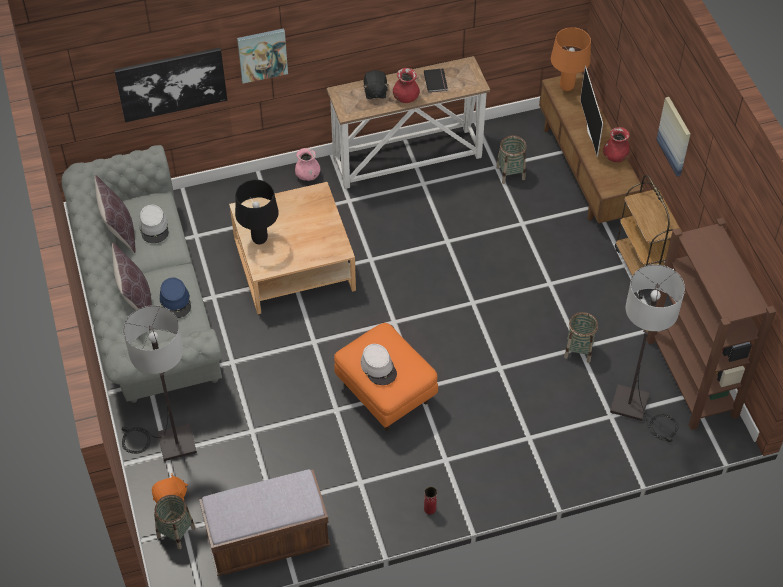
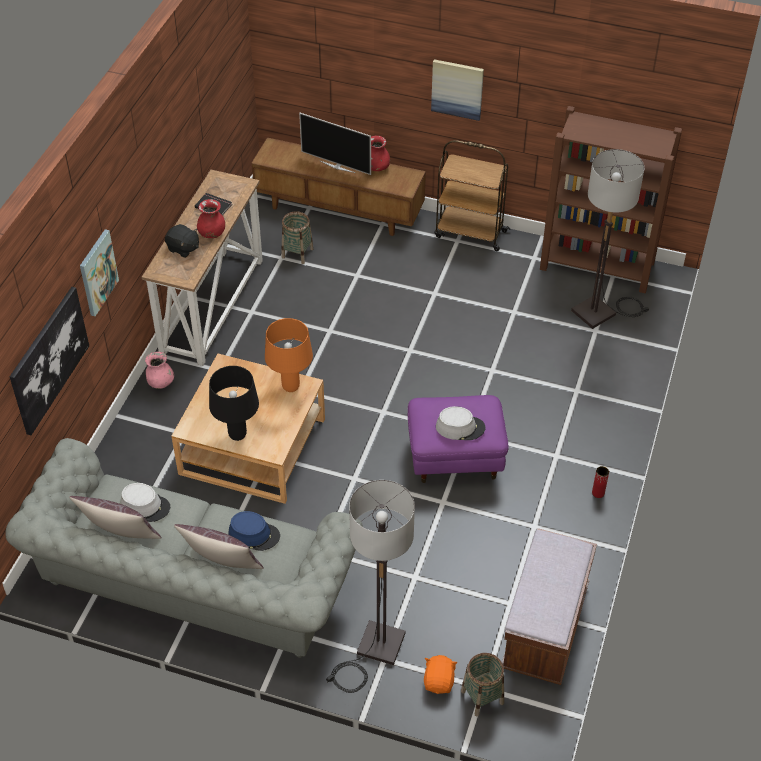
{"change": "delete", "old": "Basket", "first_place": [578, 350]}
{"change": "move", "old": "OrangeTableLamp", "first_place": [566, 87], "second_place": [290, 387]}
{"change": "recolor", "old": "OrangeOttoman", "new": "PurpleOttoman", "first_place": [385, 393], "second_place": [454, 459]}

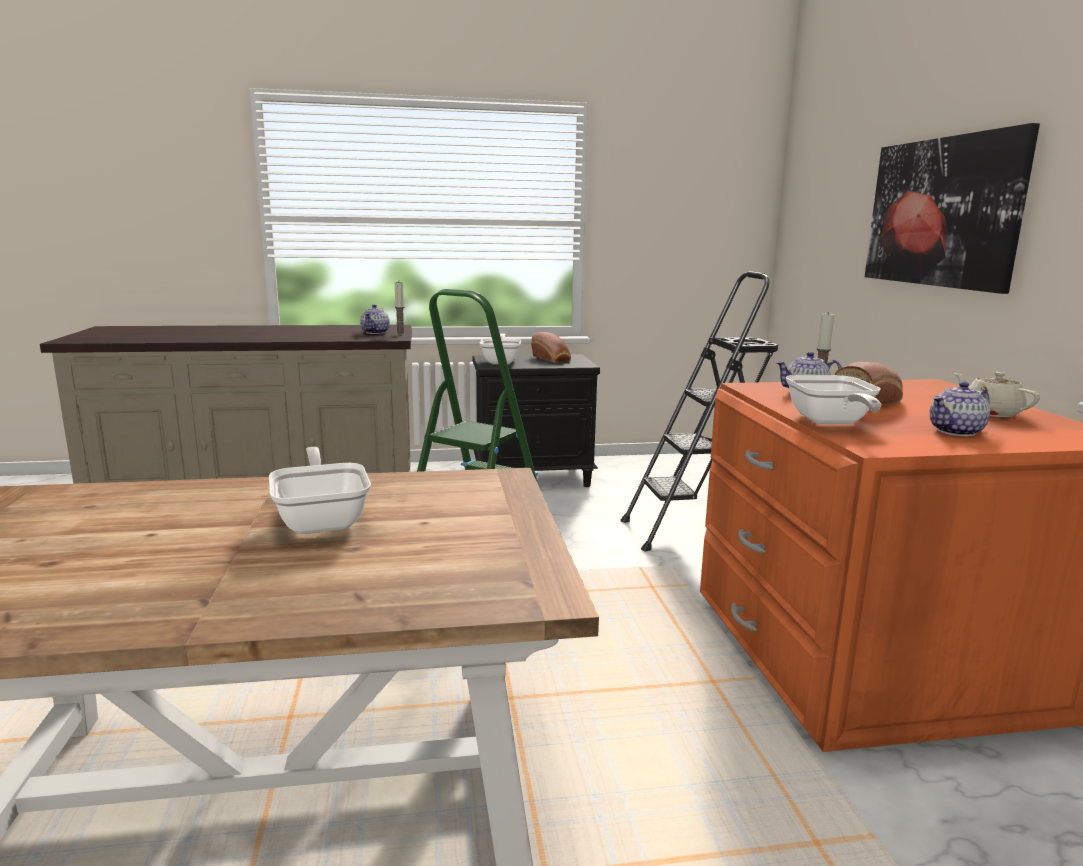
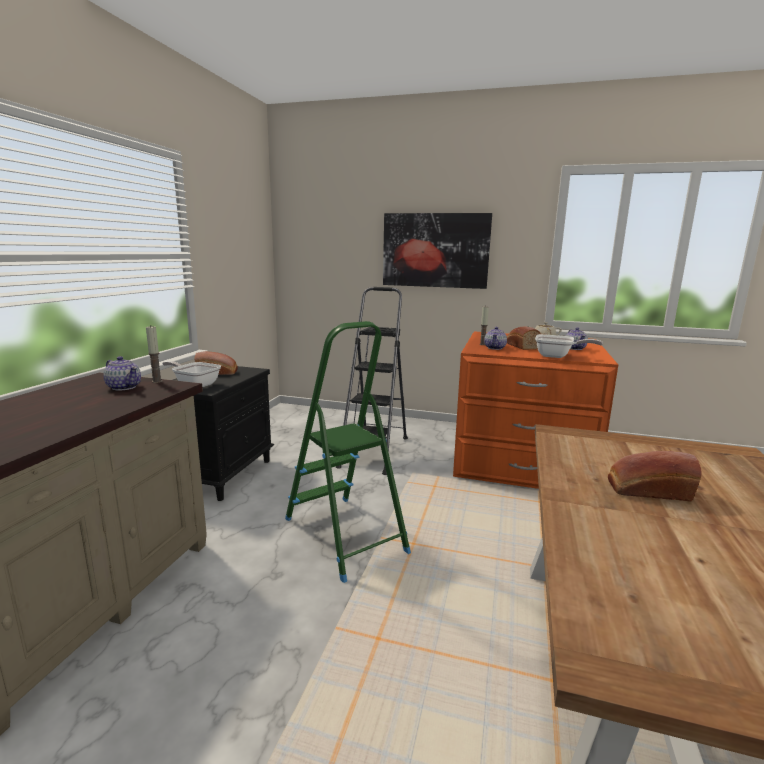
{"change": "replace", "old": "FryingPan", "new": "Bread", "first_place": [322, 519], "second_place": [647, 490]}

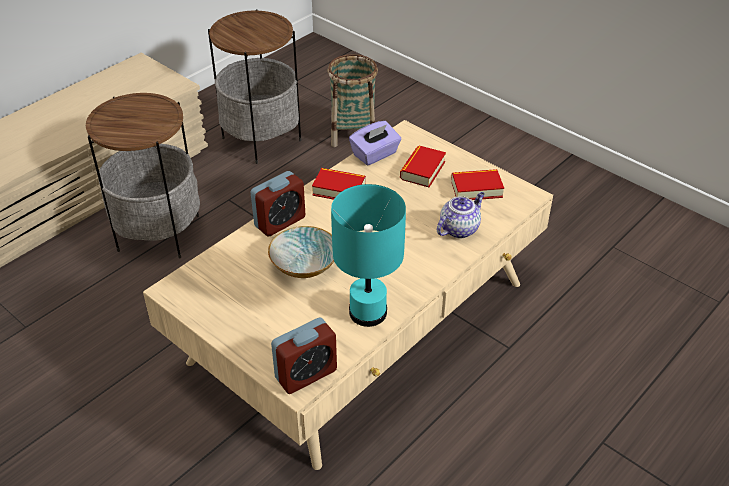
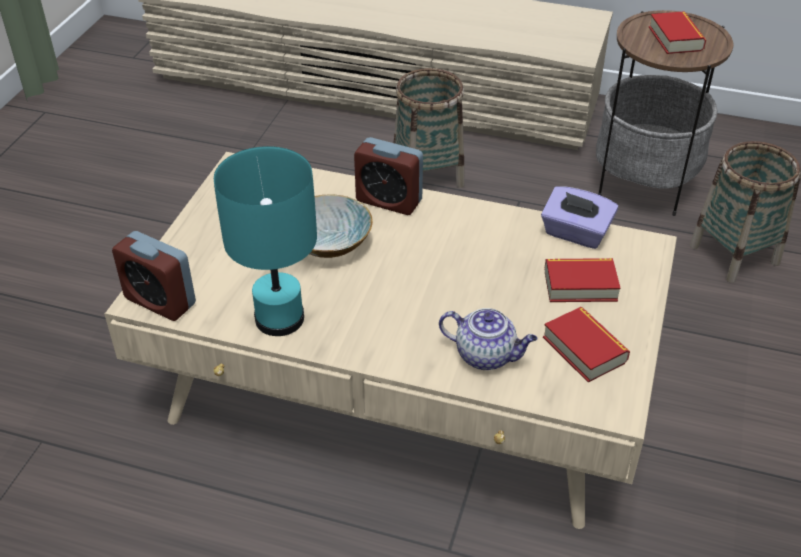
{"change": "move", "old": "Book", "first_place": [339, 189], "second_place": [675, 38]}
{"change": "replace", "old": "SideTable", "new": "Basket", "first_place": [159, 233], "second_place": [428, 175]}

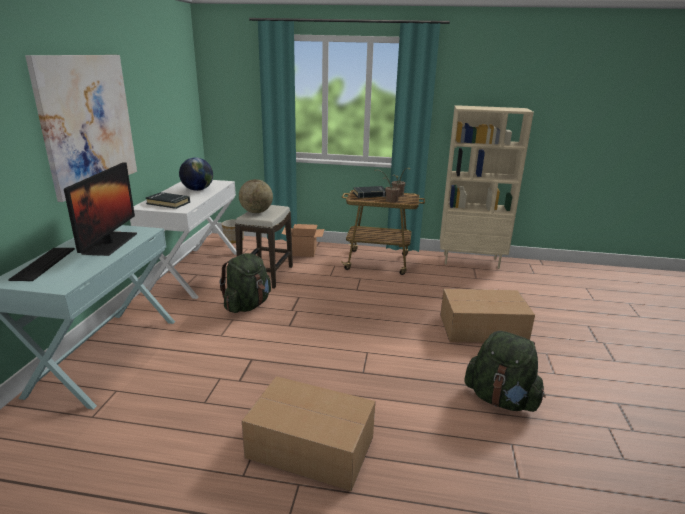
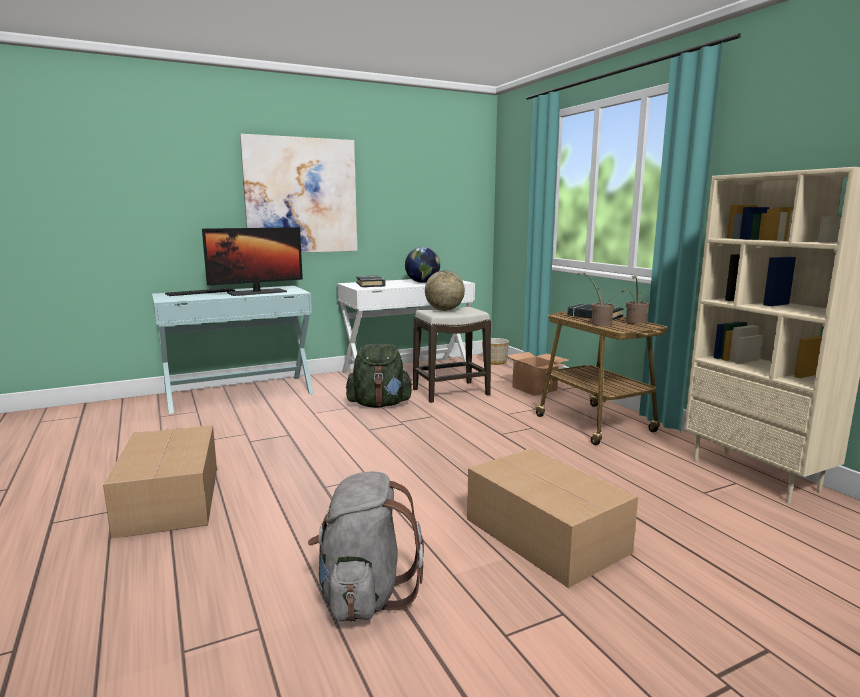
{"change": "recolor", "old": "GreenBackpack", "new": "GreyBackpack", "first_place": [501, 399], "second_place": [364, 594]}

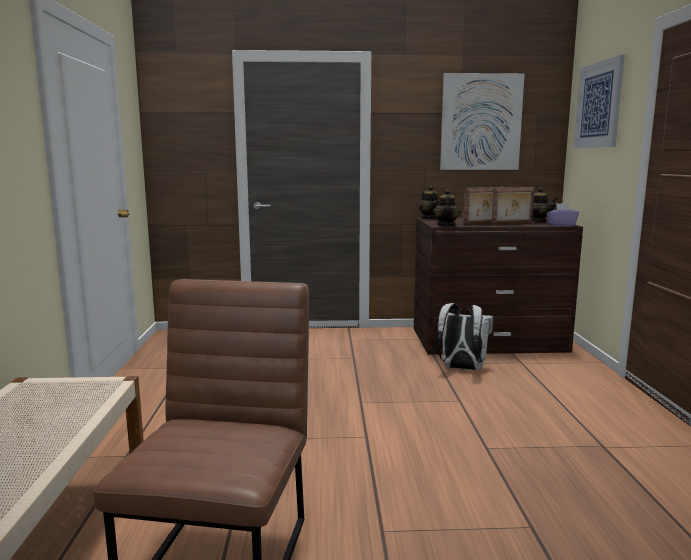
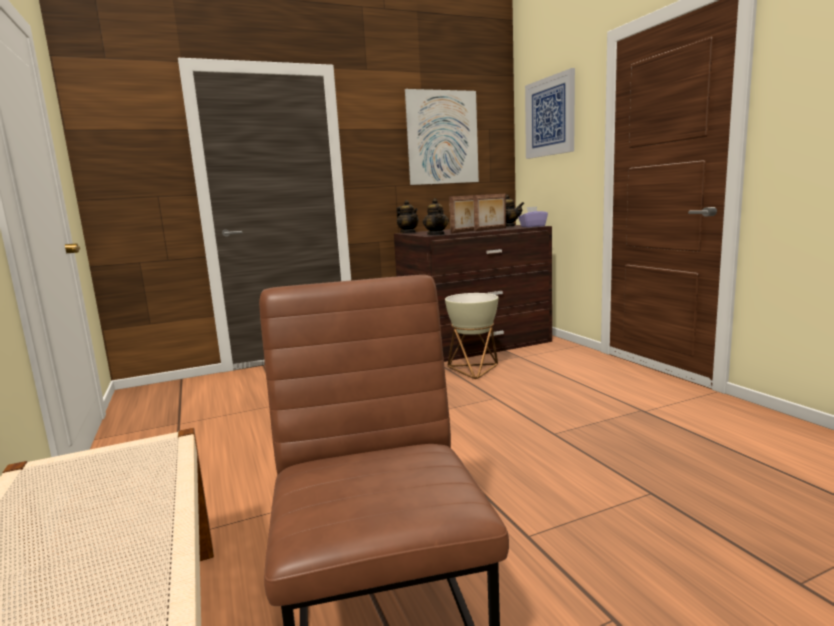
{"change": "replace", "old": "WhiteBackpack", "new": "Planter", "first_place": [461, 368], "second_place": [473, 370]}

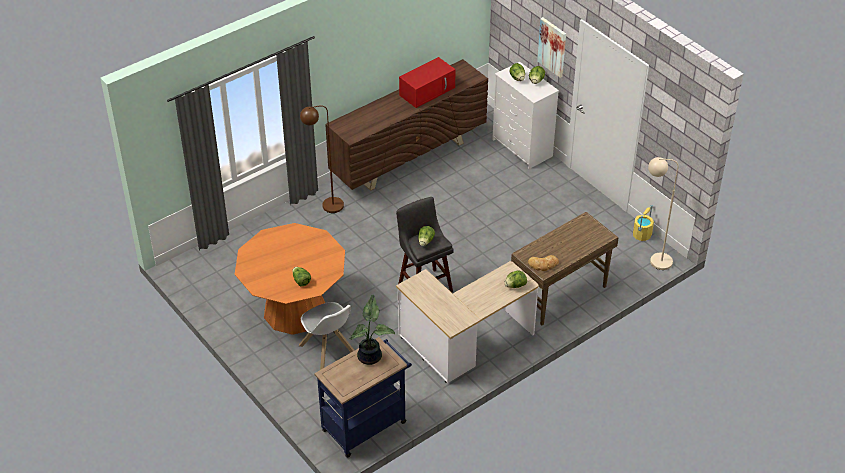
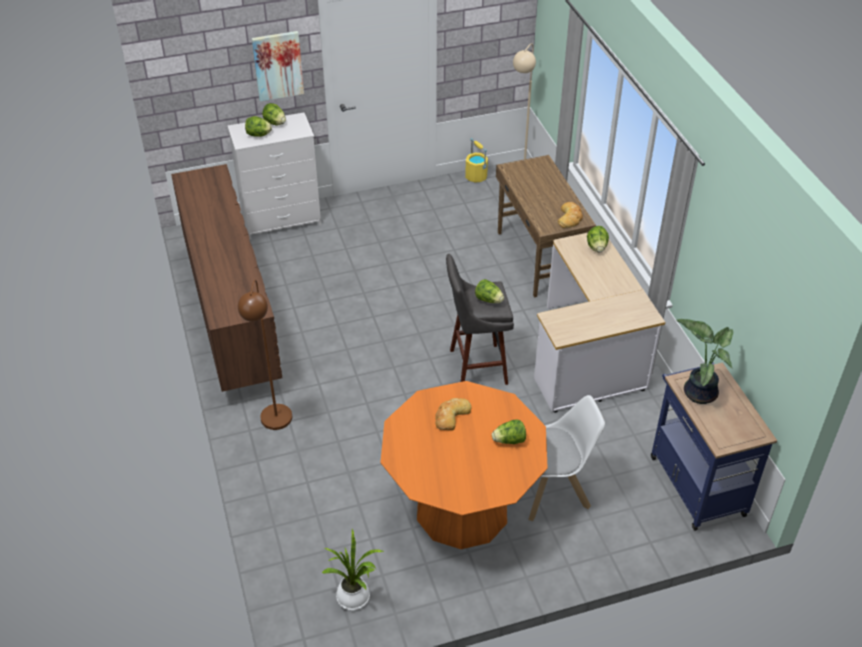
{"change": "delete", "old": "RedMicrowave", "first_place": [427, 91]}
{"change": "insert", "new": "PottedPlant", "second_place": [355, 598]}
{"change": "insert", "new": "Bread", "second_place": [451, 416]}

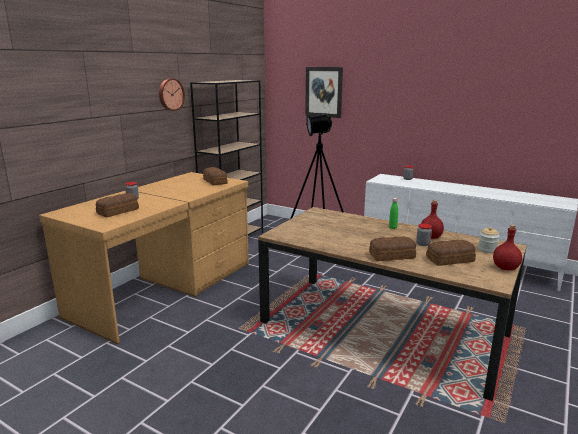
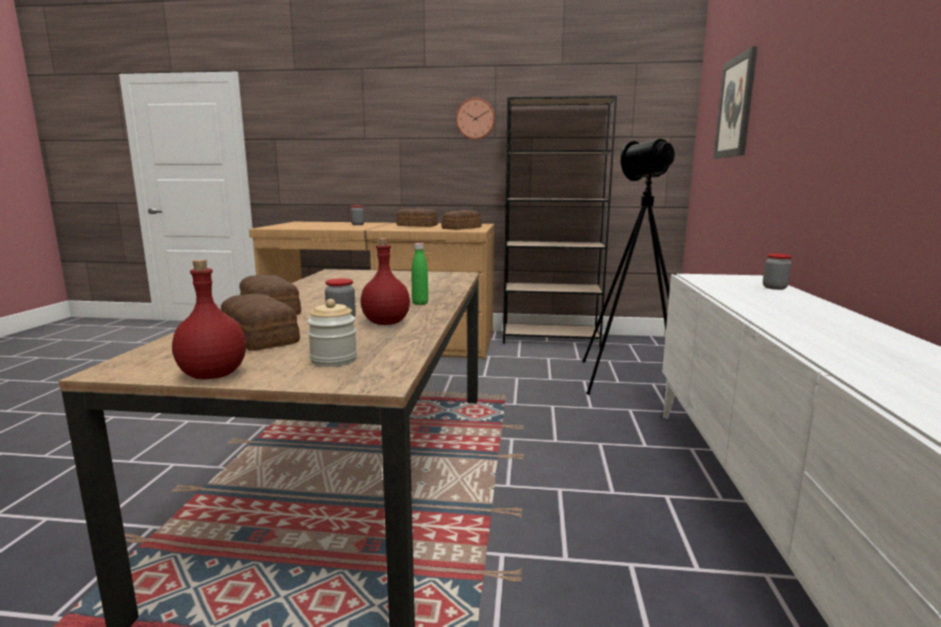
{"change": "move", "old": "Bread", "first_place": [119, 211], "second_place": [417, 225]}

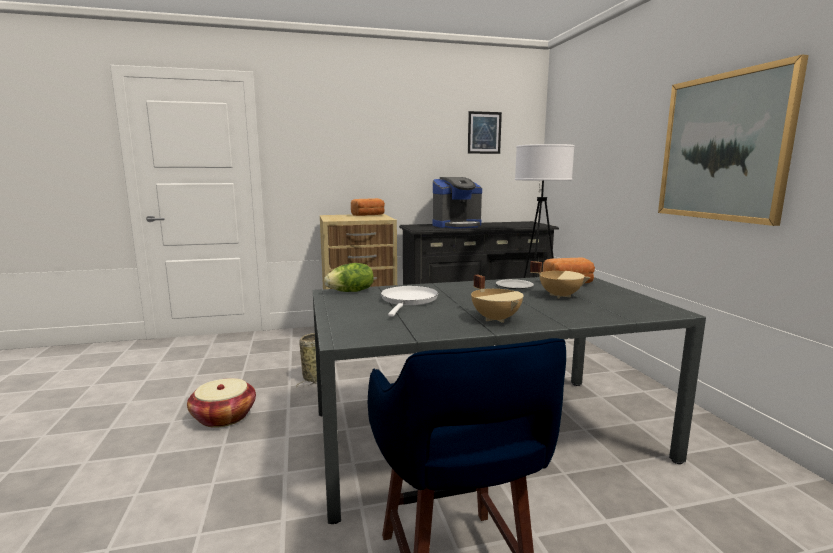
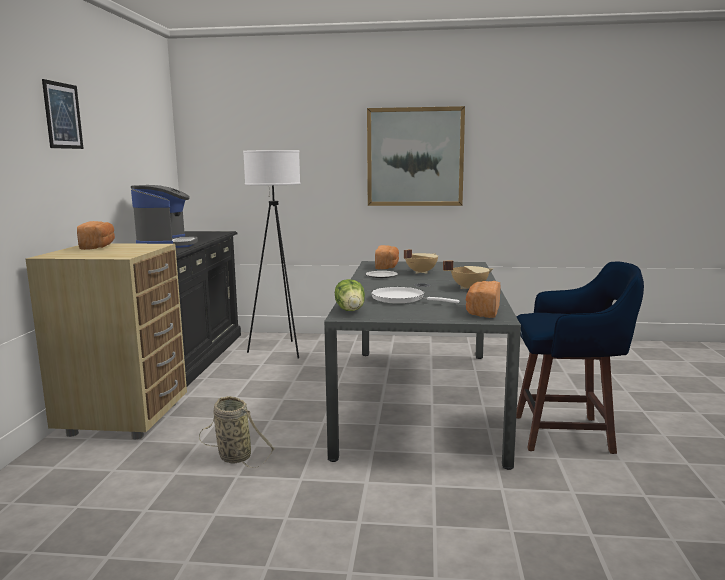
{"change": "delete", "old": "Basket", "first_place": [224, 417]}
{"change": "insert", "new": "Bread", "second_place": [482, 312]}
{"change": "move", "old": "Picture", "first_place": [484, 132], "second_place": [63, 115]}

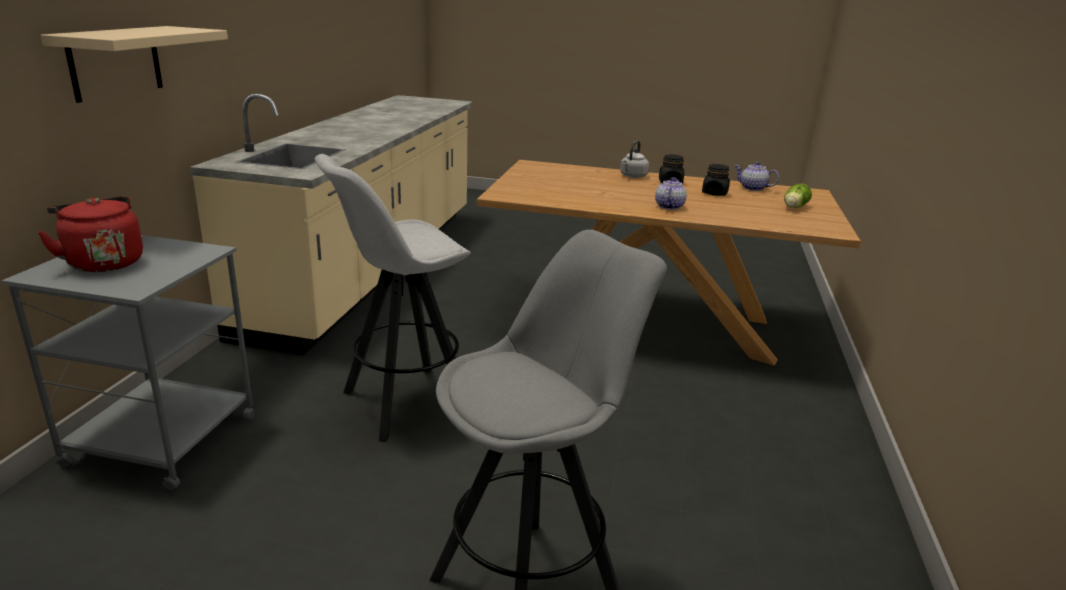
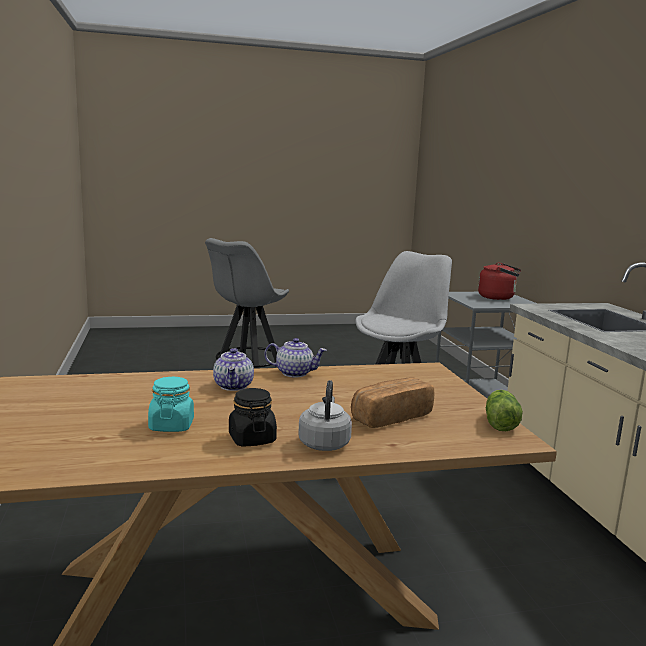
{"change": "delete", "old": "BeigeShelf", "first_place": [115, 62]}
{"change": "insert", "new": "Bread", "second_place": [390, 417]}
{"change": "move", "old": "Teapot", "first_place": [752, 188], "second_place": [295, 373]}
{"change": "move", "old": "Lettuce", "first_place": [794, 207], "second_place": [500, 422]}
{"change": "recolor", "old": "BlackJar", "new": "TurquoiseJar", "first_place": [714, 193], "second_place": [171, 426]}

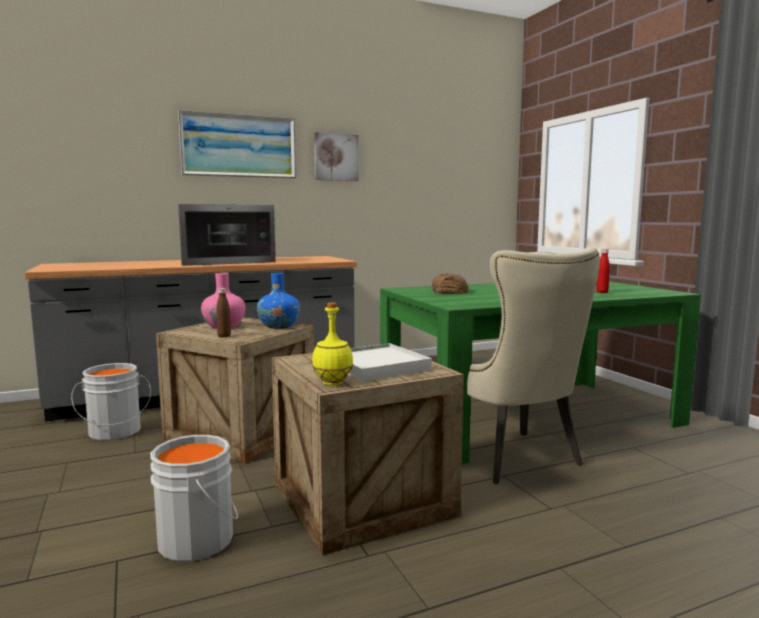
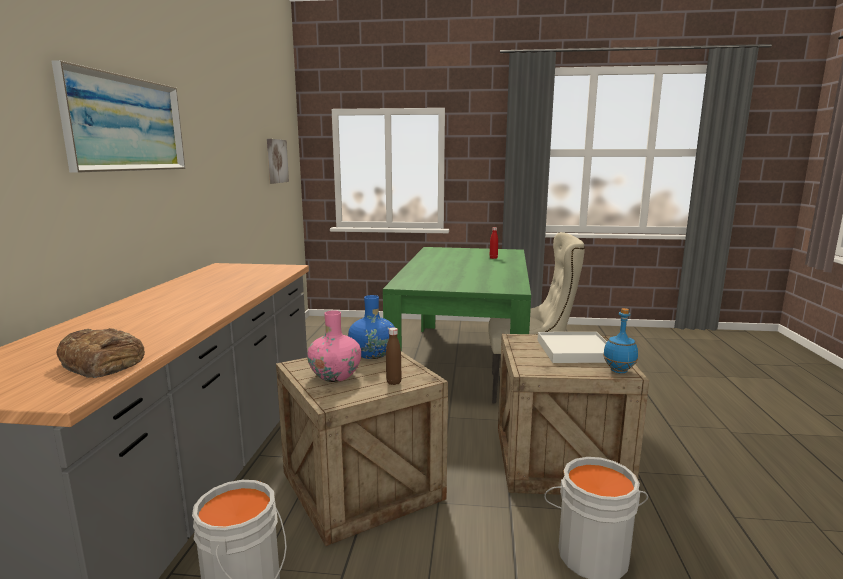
{"change": "delete", "old": "Microwave", "first_place": [225, 262]}
{"change": "move", "old": "Picture", "first_place": [336, 157], "second_place": [276, 161]}
{"change": "move", "old": "Bread", "first_place": [448, 291], "second_place": [102, 362]}
{"change": "recolor", "old": "YellowBottle", "new": "BlueBottle", "first_place": [332, 383], "second_place": [619, 371]}

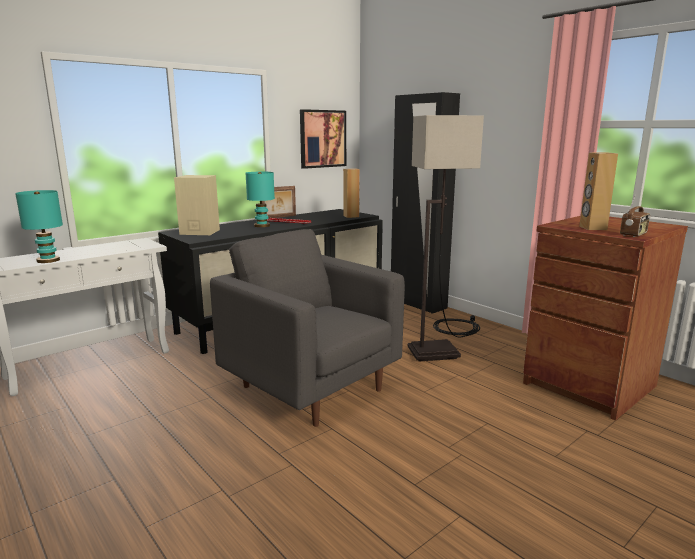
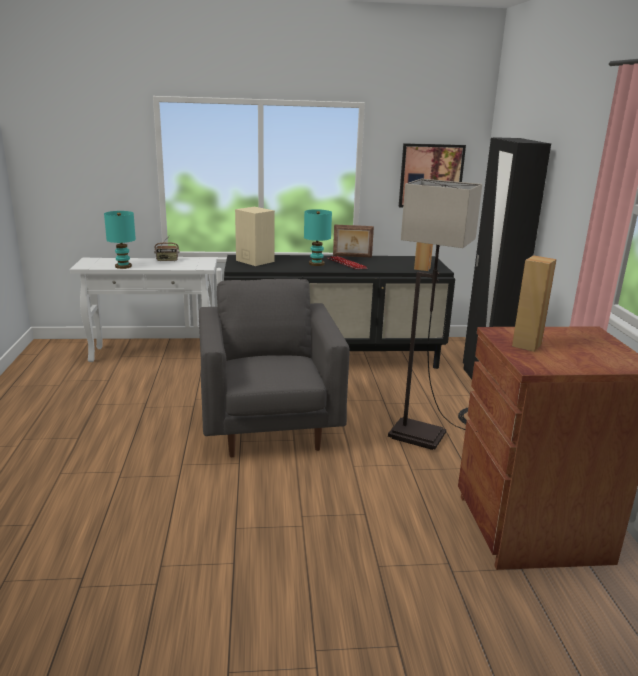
{"change": "move", "old": "Radio", "first_place": [633, 234], "second_place": [167, 260]}

